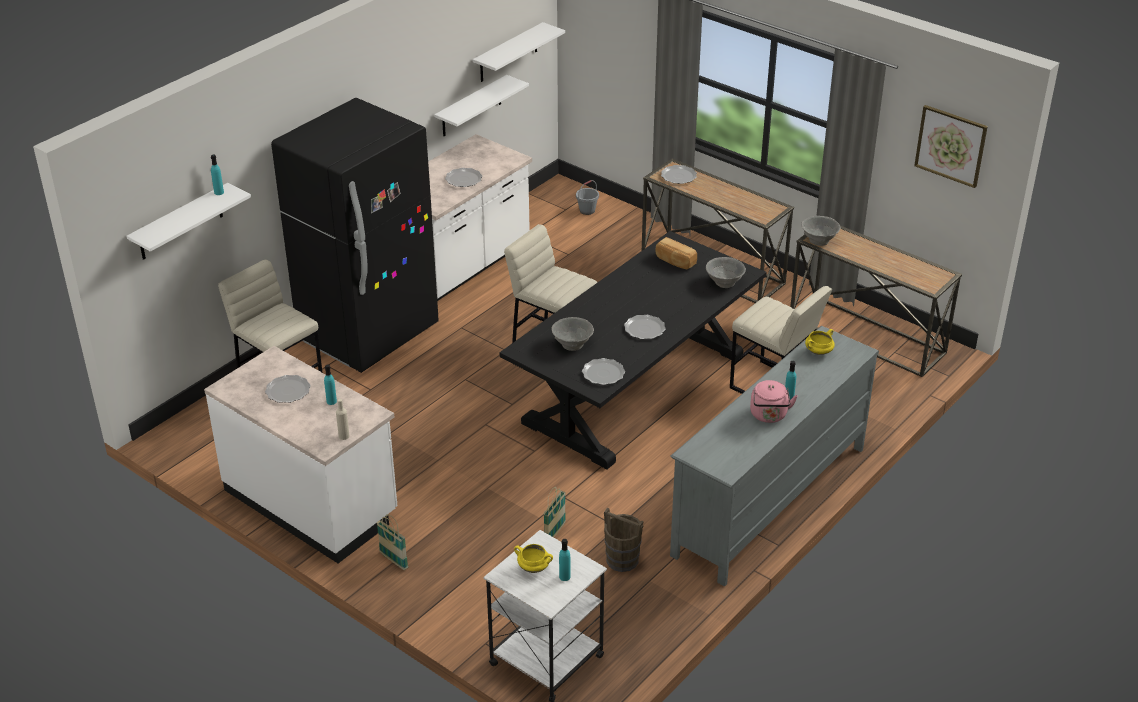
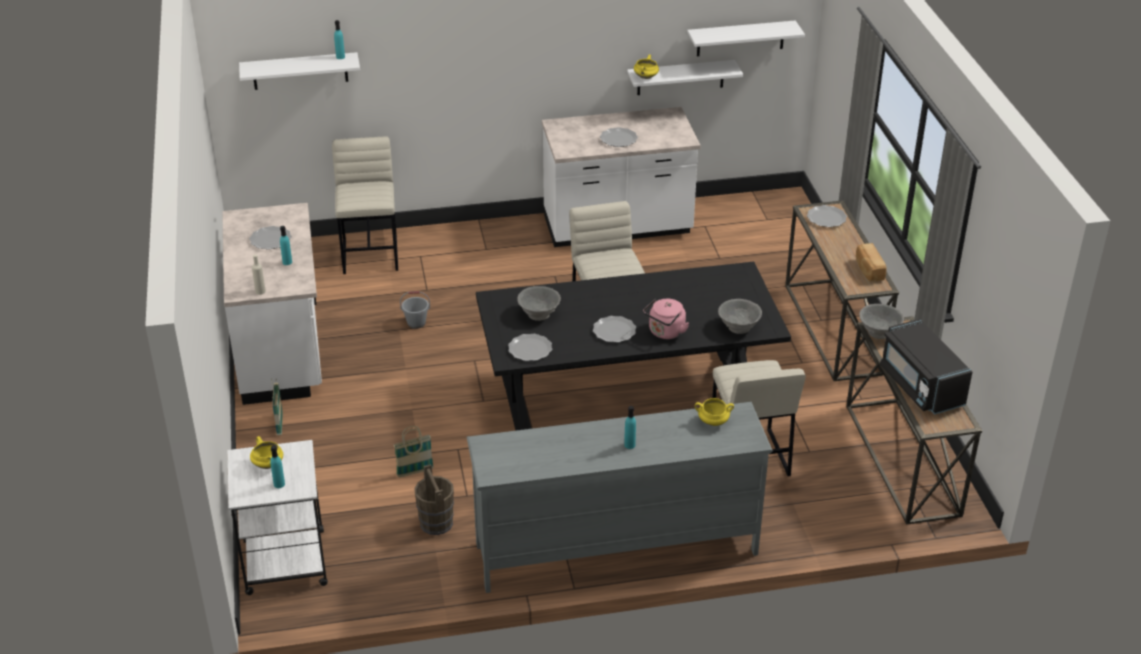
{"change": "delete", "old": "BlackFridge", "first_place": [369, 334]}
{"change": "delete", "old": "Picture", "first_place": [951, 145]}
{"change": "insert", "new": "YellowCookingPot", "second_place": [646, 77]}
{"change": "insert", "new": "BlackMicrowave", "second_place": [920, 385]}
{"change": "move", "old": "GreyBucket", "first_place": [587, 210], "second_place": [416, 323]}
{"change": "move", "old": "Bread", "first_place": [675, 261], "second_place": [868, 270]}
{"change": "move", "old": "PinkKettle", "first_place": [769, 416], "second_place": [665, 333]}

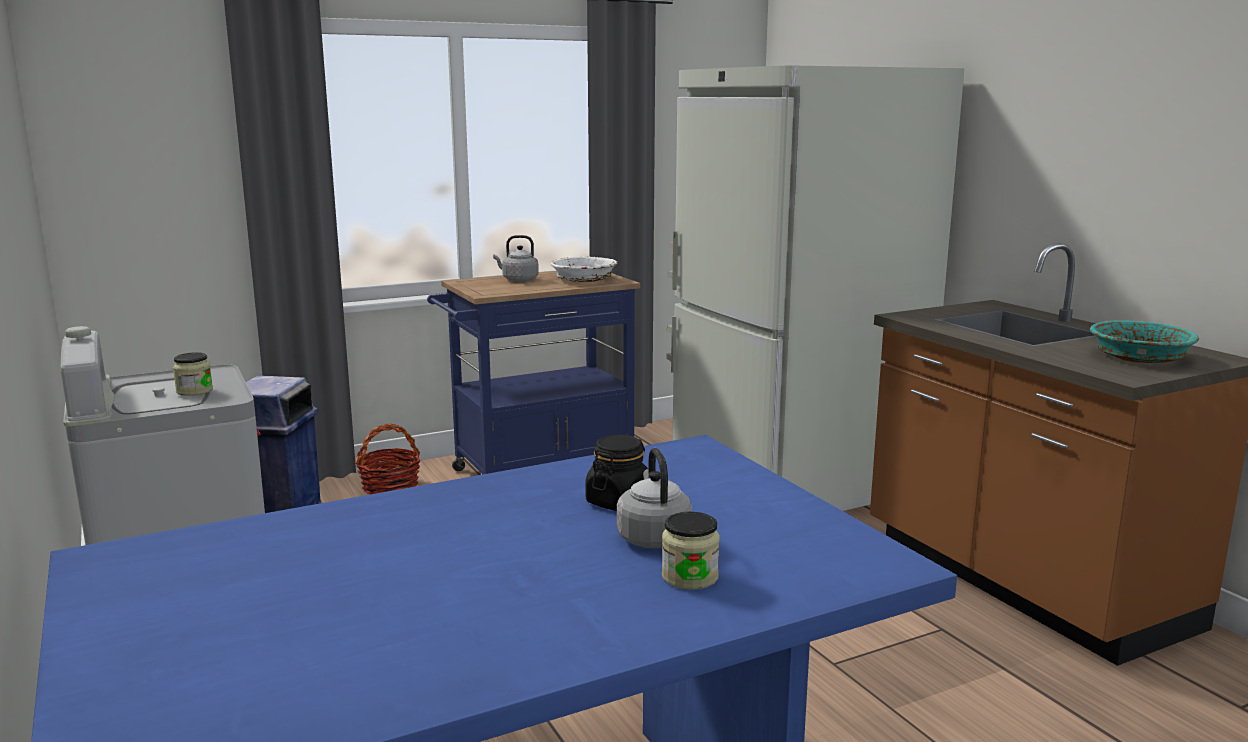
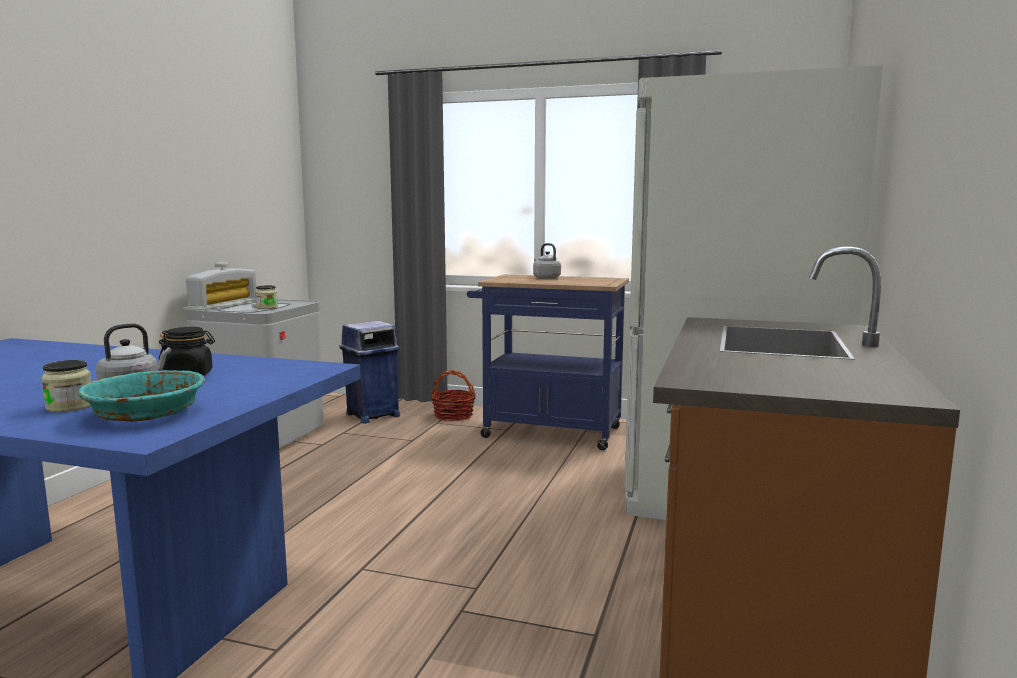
{"change": "delete", "old": "WhiteBowl", "first_place": [584, 279]}
{"change": "move", "old": "TurquoiseBowl", "first_place": [1139, 357], "second_place": [146, 413]}

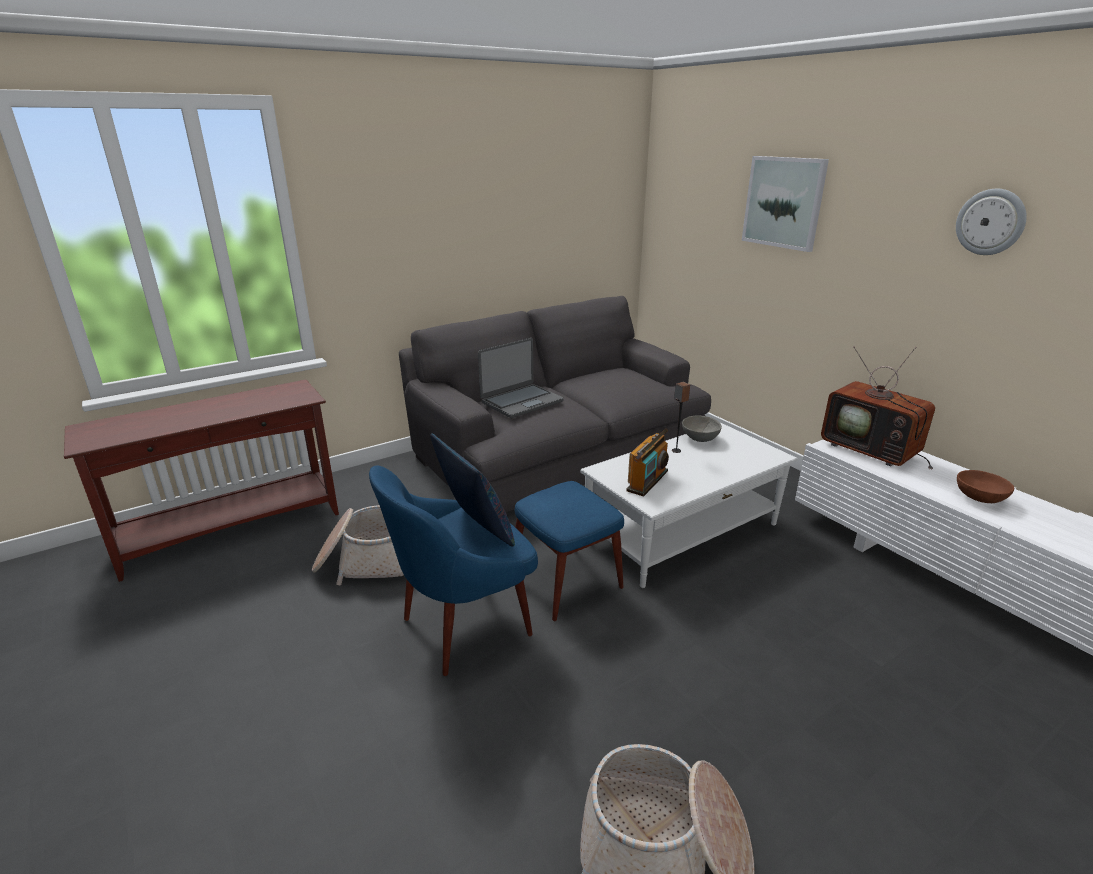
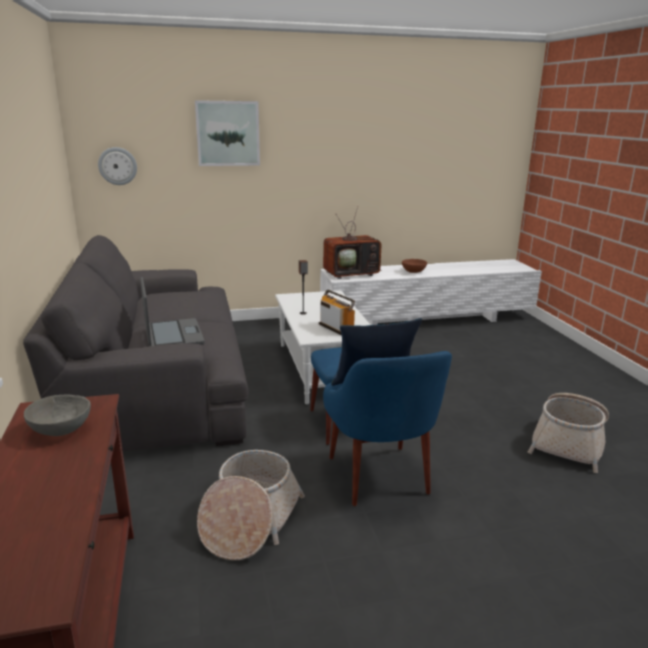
{"change": "move", "old": "GreyBowl", "first_place": [700, 438], "second_place": [60, 430]}
{"change": "move", "old": "WallClock", "first_place": [990, 222], "second_place": [117, 166]}

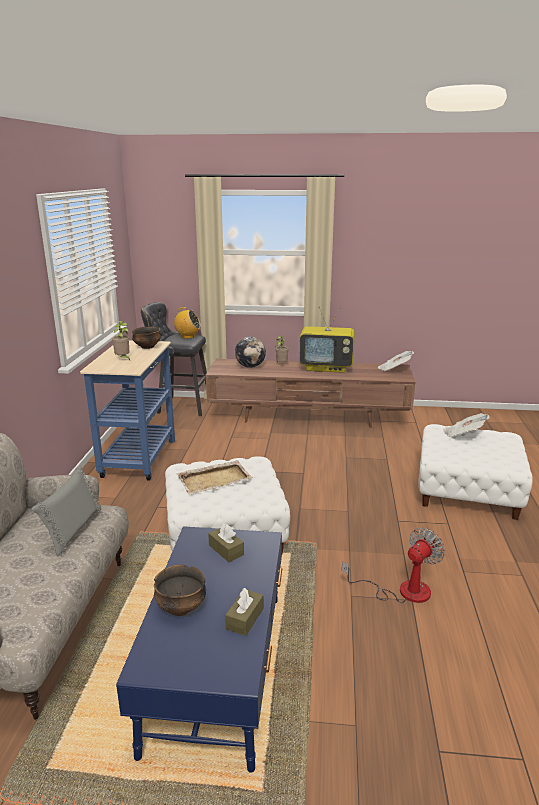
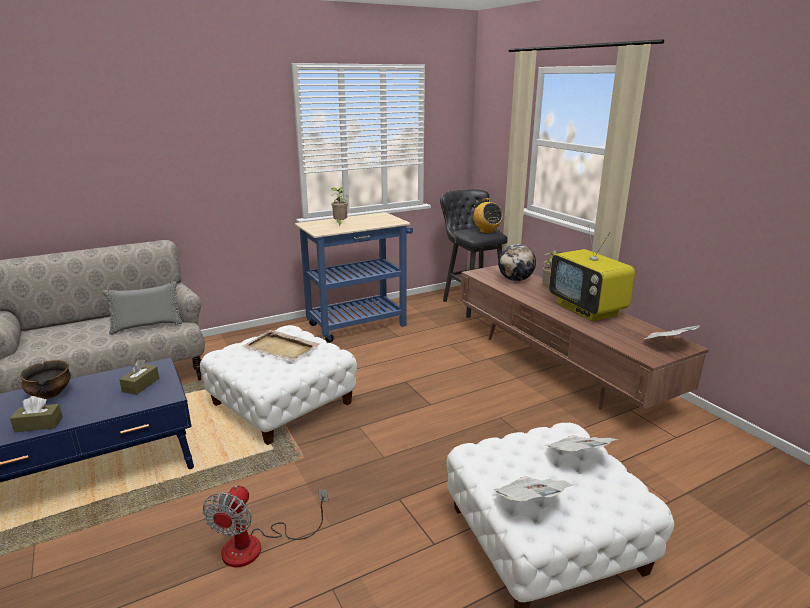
{"change": "delete", "old": "Bowl", "first_place": [147, 347]}
{"change": "insert", "new": "Newspaper", "second_place": [530, 503]}
{"change": "rotate", "old": "Fan", "first_place": [402, 591], "second_place": [256, 546], "degrees": 90}

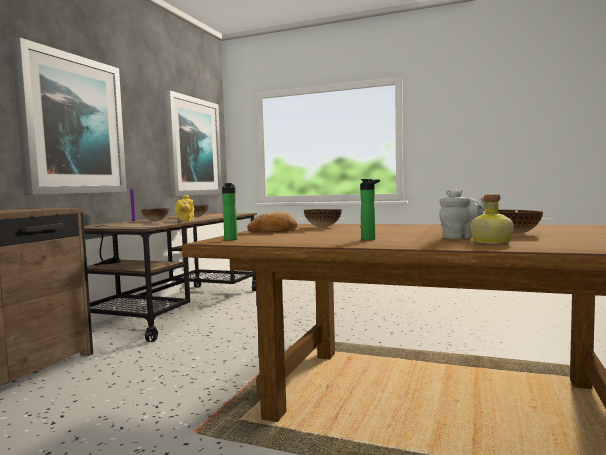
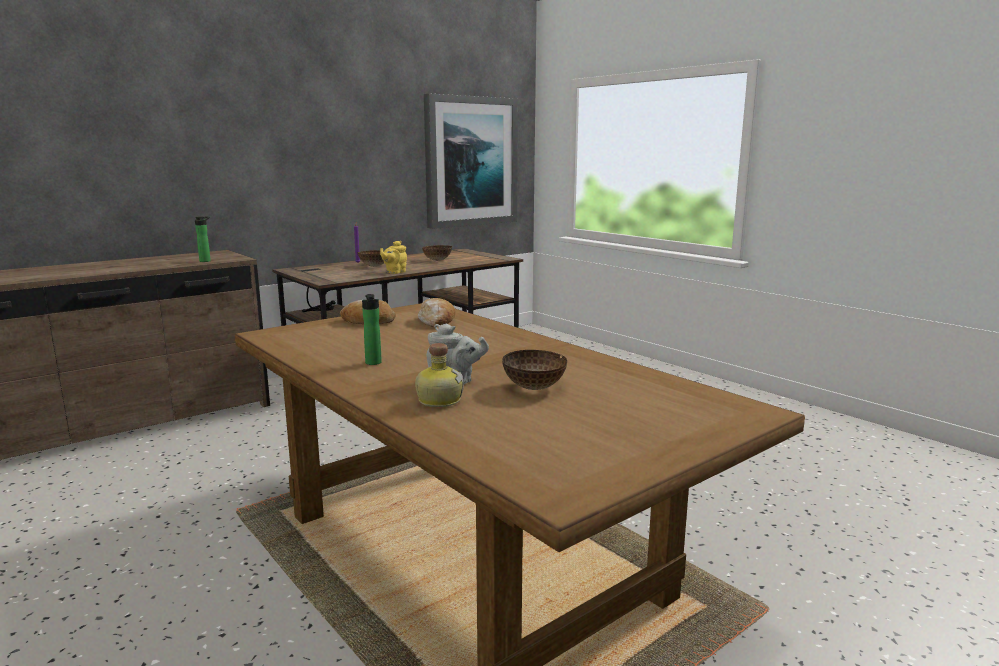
{"change": "delete", "old": "Picture", "first_place": [72, 125]}
{"change": "move", "old": "Bottle", "first_place": [231, 239], "second_place": [206, 261]}
{"change": "replace", "old": "Bowl", "new": "Bread", "first_place": [323, 227], "second_place": [437, 321]}

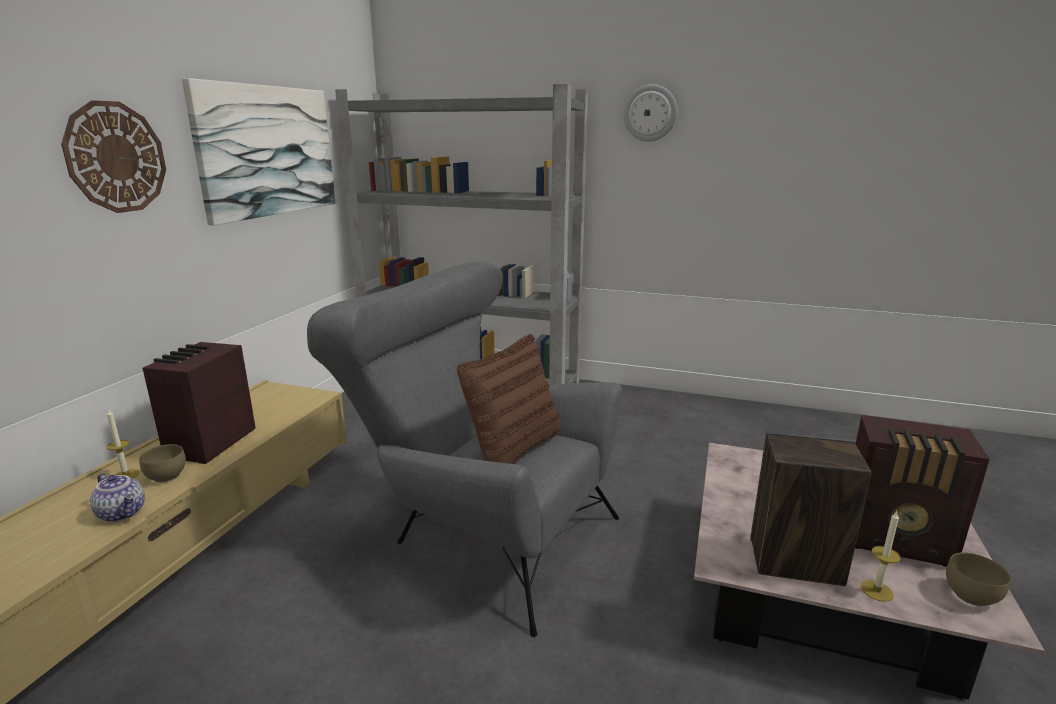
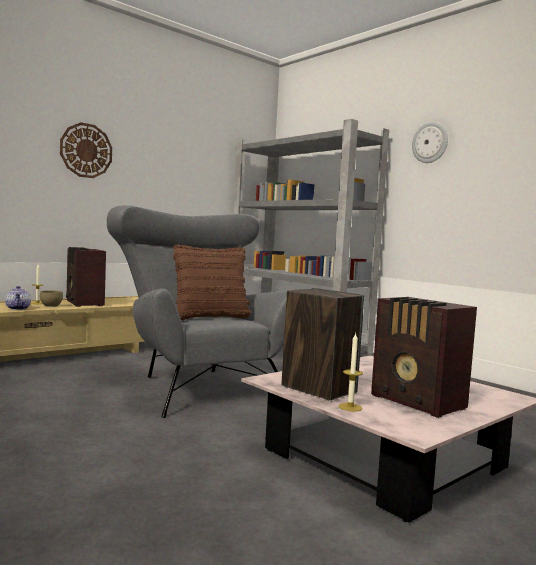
{"change": "delete", "old": "Picture", "first_place": [268, 151]}
{"change": "delete", "old": "BrownBowl", "first_place": [969, 595]}
{"change": "rotate", "old": "Radio", "first_place": [209, 444], "second_place": [84, 303], "degrees": -75}

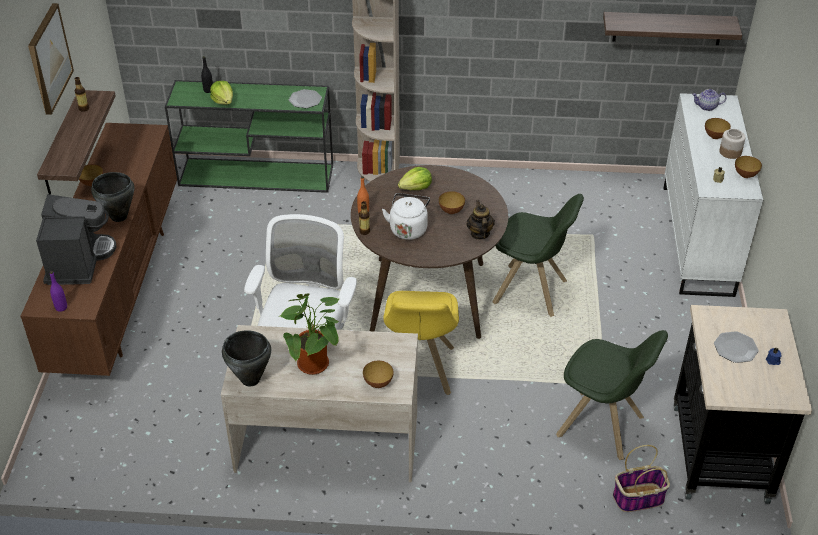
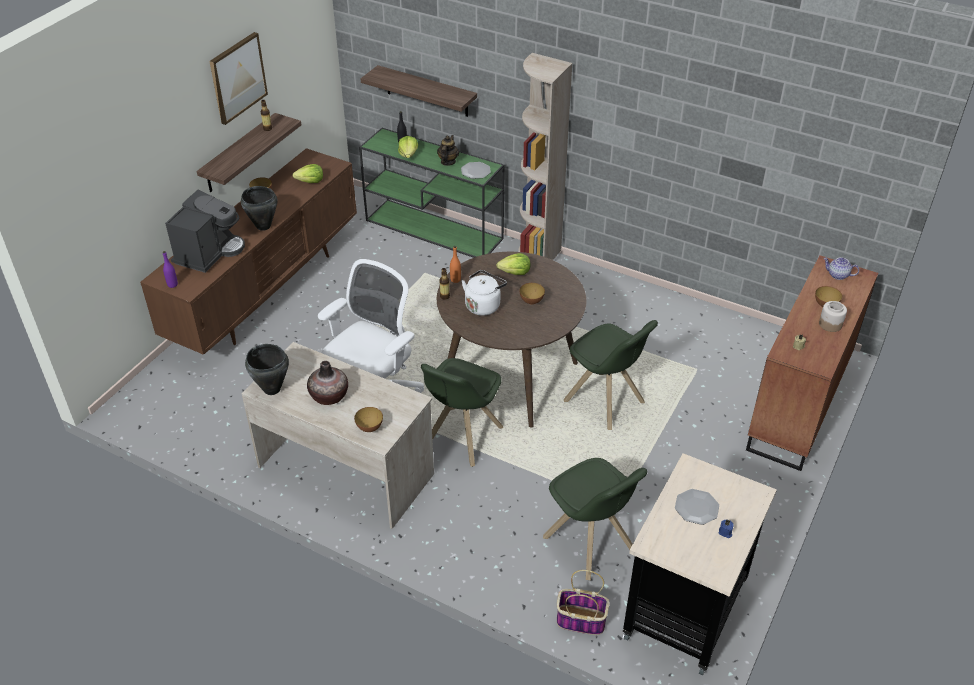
{"change": "delete", "old": "Bowl", "first_place": [745, 175]}
{"change": "insert", "new": "Lettuce", "second_place": [310, 181]}
{"change": "move", "old": "Teapot", "first_place": [479, 234], "second_place": [448, 162]}
{"change": "move", "old": "Shelf", "first_place": [667, 28], "second_place": [427, 91]}
{"change": "replace", "old": "PottedPlant", "new": "Vase", "first_place": [315, 367], "second_place": [329, 396]}
{"change": "recolor", "old": "YellowChair", "new": "GreenChair", "first_place": [420, 369], "second_place": [462, 436]}
{"change": "recolor", "old": "WhiteDresser", "new": "BrownDresser", "first_place": [698, 240], "second_place": [799, 406]}

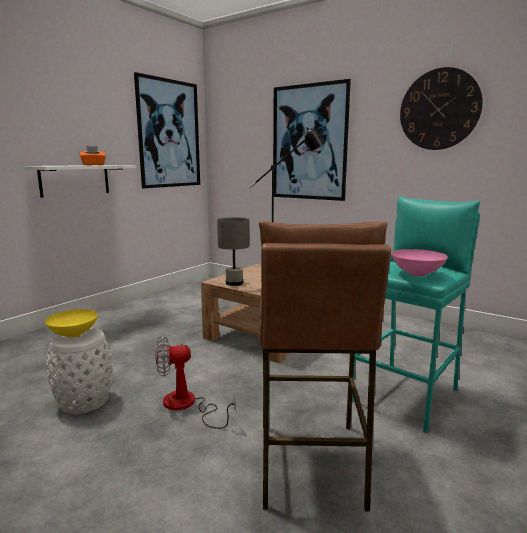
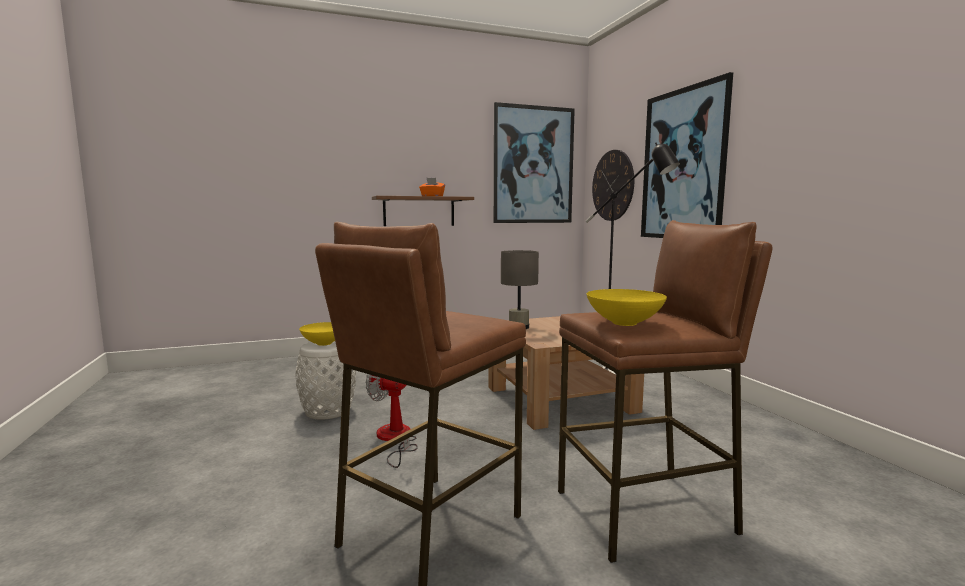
{"change": "move", "old": "WallClock", "first_place": [439, 109], "second_place": [612, 185]}
{"change": "recolor", "old": "WhiteShelf", "new": "BrownShelf", "first_place": [75, 180], "second_place": [419, 211]}
{"change": "recolor", "old": "TurquoiseStool", "new": "BrownStool", "first_place": [406, 395], "second_place": [646, 512]}
{"change": "recolor", "old": "PinkBowl", "new": "YellowBowl", "first_place": [416, 274], "second_place": [623, 323]}

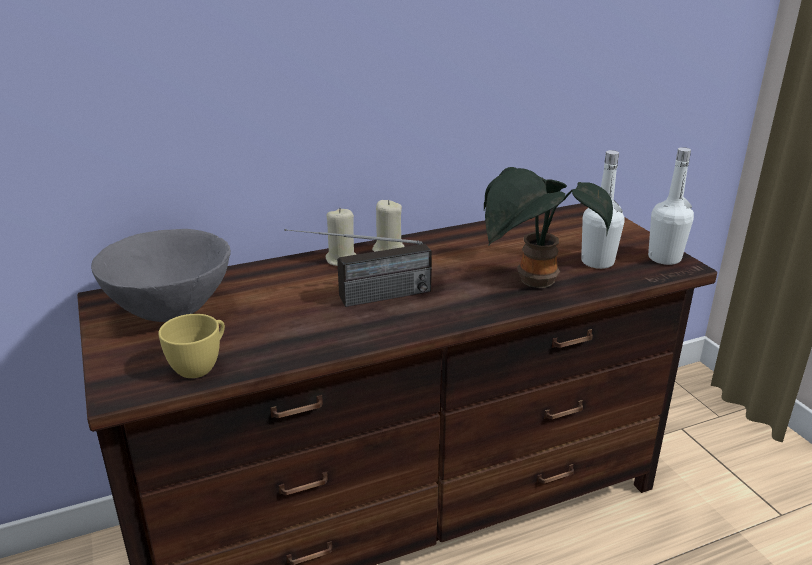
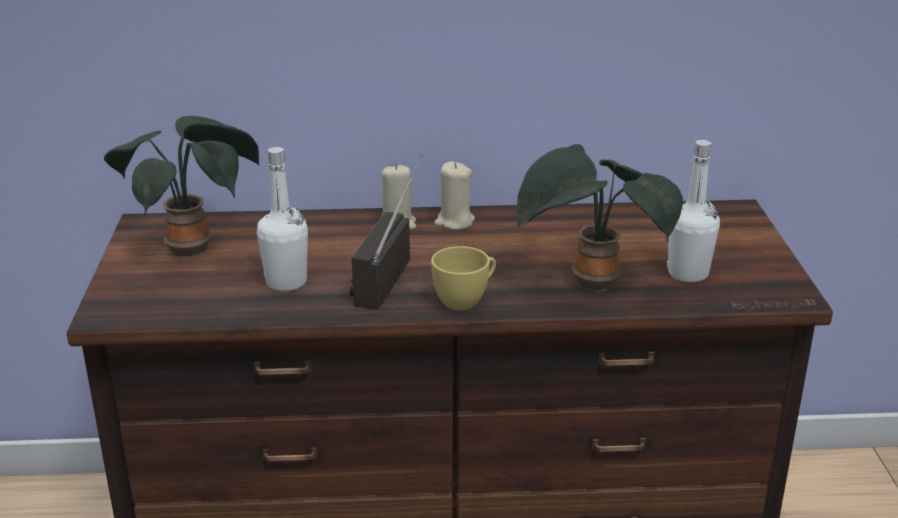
{"change": "move", "old": "YellowCup", "first_place": [201, 366], "second_place": [466, 300]}
{"change": "move", "old": "WhiteBottle", "first_place": [664, 258], "second_place": [286, 282]}
{"change": "replace", "old": "GreyBowl", "new": "PottedPlant", "first_place": [171, 312], "second_place": [194, 248]}
{"change": "rotate", "old": "Radio", "first_place": [362, 299], "second_place": [388, 269], "degrees": 105}

